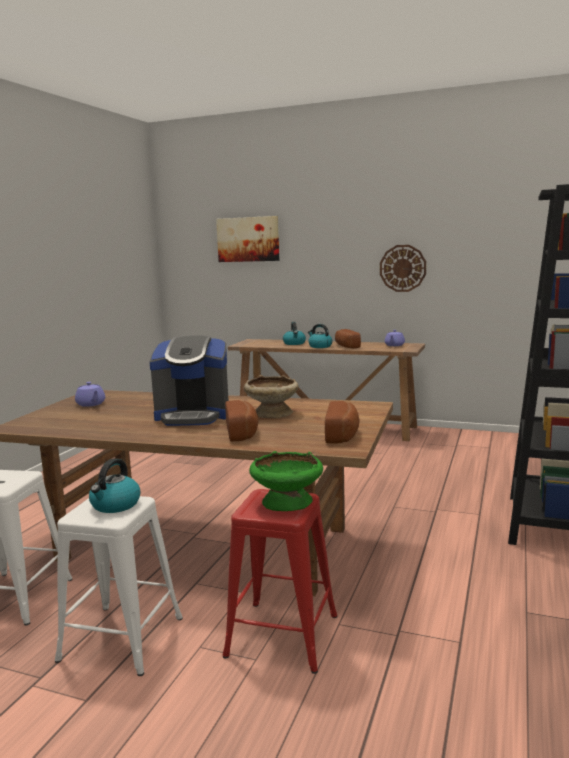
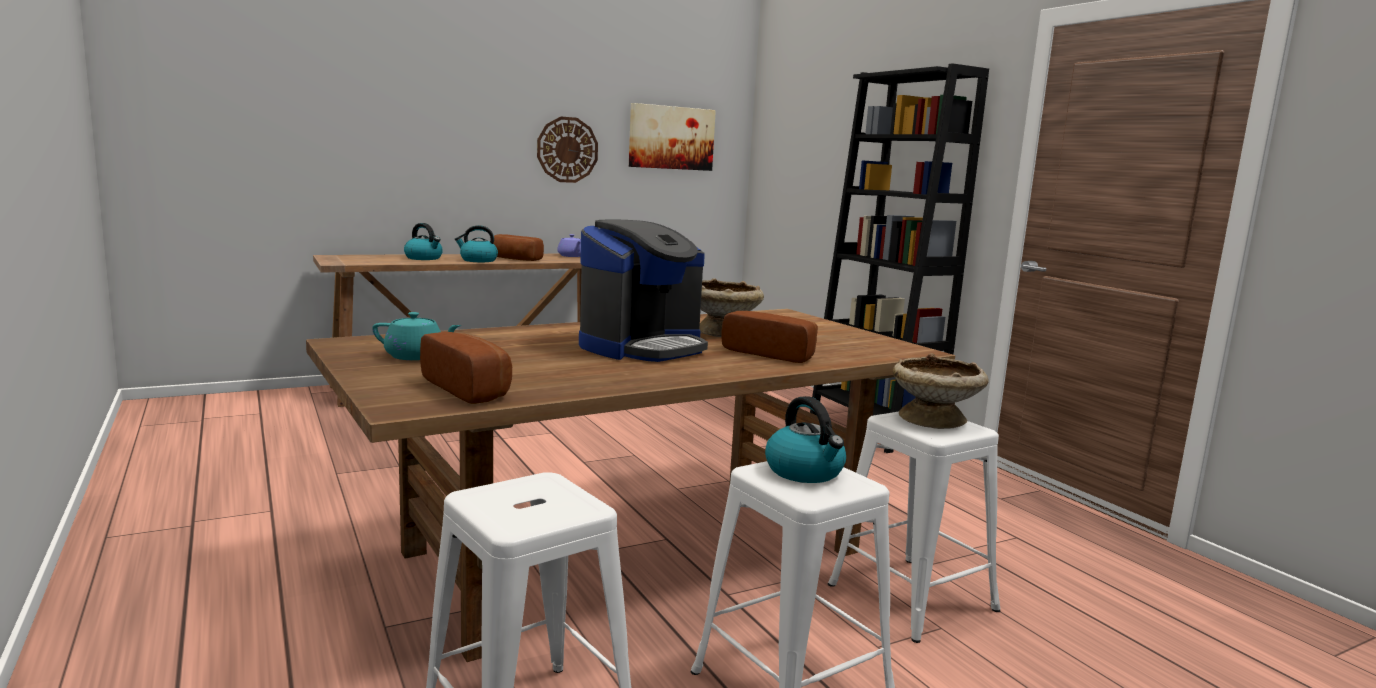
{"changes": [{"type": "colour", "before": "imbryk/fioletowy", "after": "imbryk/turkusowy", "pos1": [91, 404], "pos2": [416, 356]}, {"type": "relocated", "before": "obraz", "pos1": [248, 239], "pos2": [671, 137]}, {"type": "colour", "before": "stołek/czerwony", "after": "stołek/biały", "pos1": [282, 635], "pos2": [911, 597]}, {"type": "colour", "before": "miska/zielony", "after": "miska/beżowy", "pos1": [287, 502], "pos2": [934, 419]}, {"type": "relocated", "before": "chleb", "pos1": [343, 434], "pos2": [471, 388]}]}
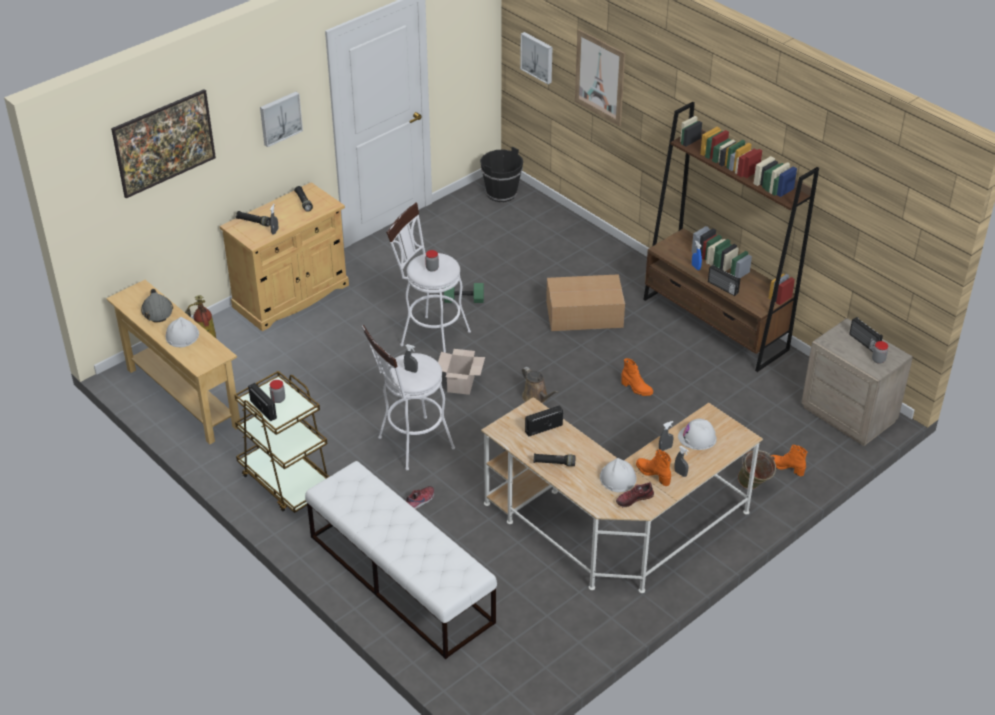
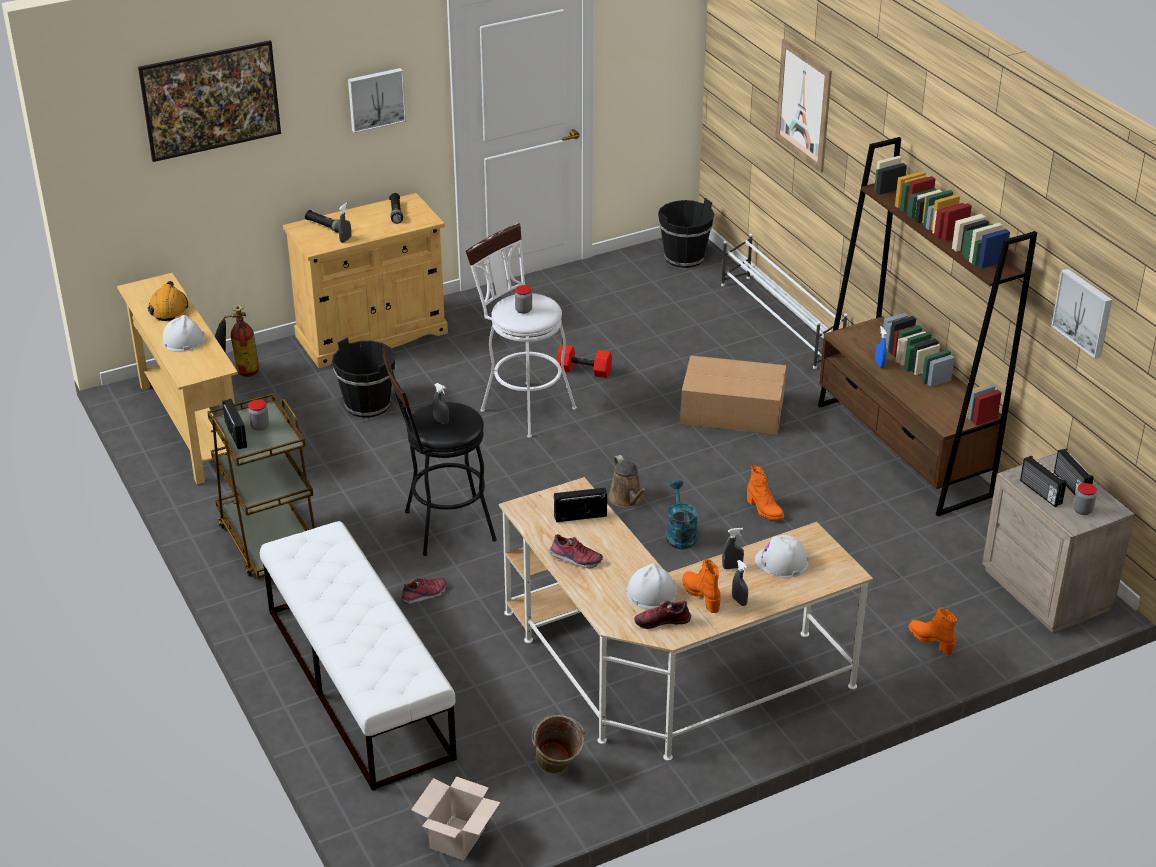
{"changes": [{"type": "colour", "before": "kask/szary", "after": "kask/pomarańczowy", "pos1": [157, 311], "pos2": [168, 308]}, {"type": "colour", "before": "stołek/biały", "after": "stołek/czarny", "pos1": [410, 445], "pos2": [441, 527]}, {"type": "relocated", "before": "karton", "pos1": [461, 385], "pos2": [457, 839]}, {"type": "colour", "before": "hantel/zielony", "after": "hantel/czerwony", "pos1": [464, 299], "pos2": [584, 370]}, {"type": "relocated", "before": "obraz", "pos1": [538, 57], "pos2": [1084, 312]}, {"type": "exchanged", "before": "latarka/czarny", "after": "but", "pos1": [554, 463], "pos2": [575, 559]}, {"type": "relocated", "before": "radio", "pos1": [722, 287], "pos2": [1040, 492]}, {"type": "relocated", "before": "wiadro/zielony", "pos1": [754, 487], "pos2": [557, 771]}, {"type": "appeared", "after": "wiadro/czarny", "pos2": [368, 405]}, {"type": "appeared", "after": "konewka/turkusowy", "pos2": [680, 534]}, {"type": "appeared", "after": "regał na buty/biały", "pos2": [780, 322]}]}
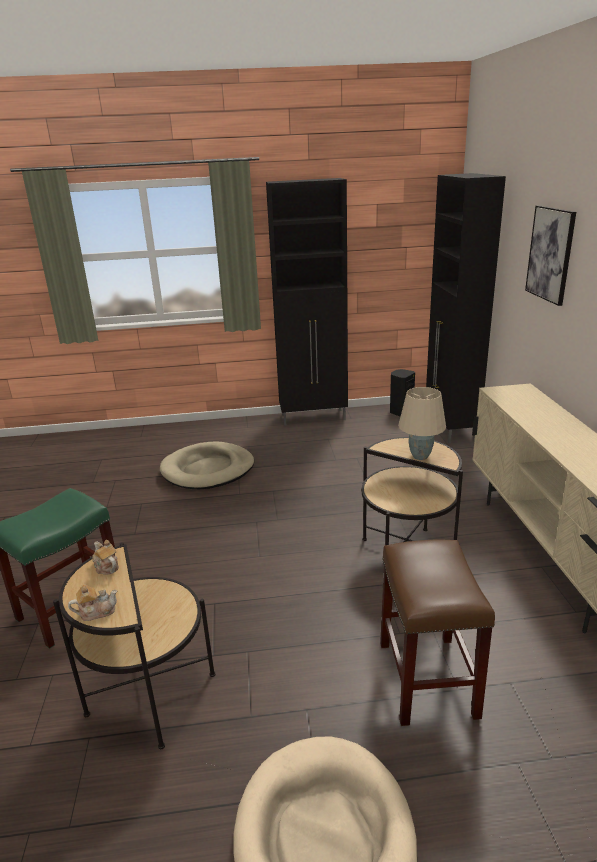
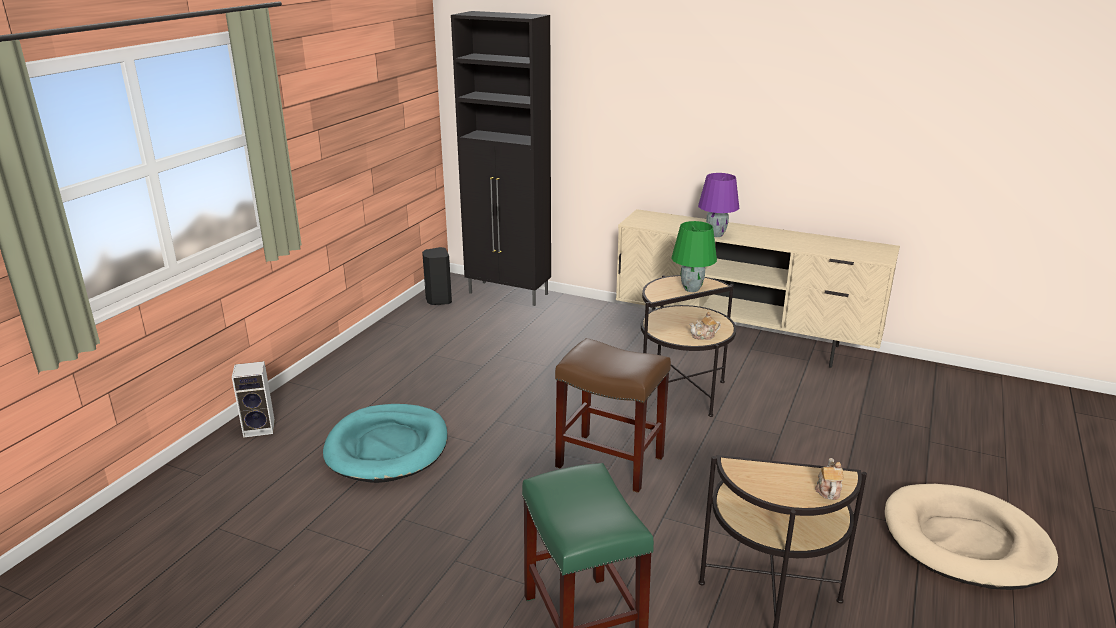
{"changes": [{"type": "relocated", "before": "imbryk", "pos1": [106, 567], "pos2": [704, 336]}, {"type": "colour", "before": "legowisko/beżowy", "after": "legowisko/turkusowy", "pos1": [208, 469], "pos2": [387, 447]}, {"type": "missing", "before": "szafka/czarny", "pos1": [314, 417]}, {"type": "relocated", "before": "stołek/brązowy", "pos1": [426, 678], "pos2": [608, 462]}, {"type": "colour", "before": "lampa stołowa/beżowy", "after": "lampa stołowa/zielony", "pos1": [419, 456], "pos2": [691, 289]}, {"type": "missing", "before": "obraz", "pos1": [550, 254]}, {"type": "appeared", "after": "głośnik", "pos2": [260, 428]}, {"type": "appeared", "after": "lampa stołowa/fioletowy", "pos2": [715, 235]}]}
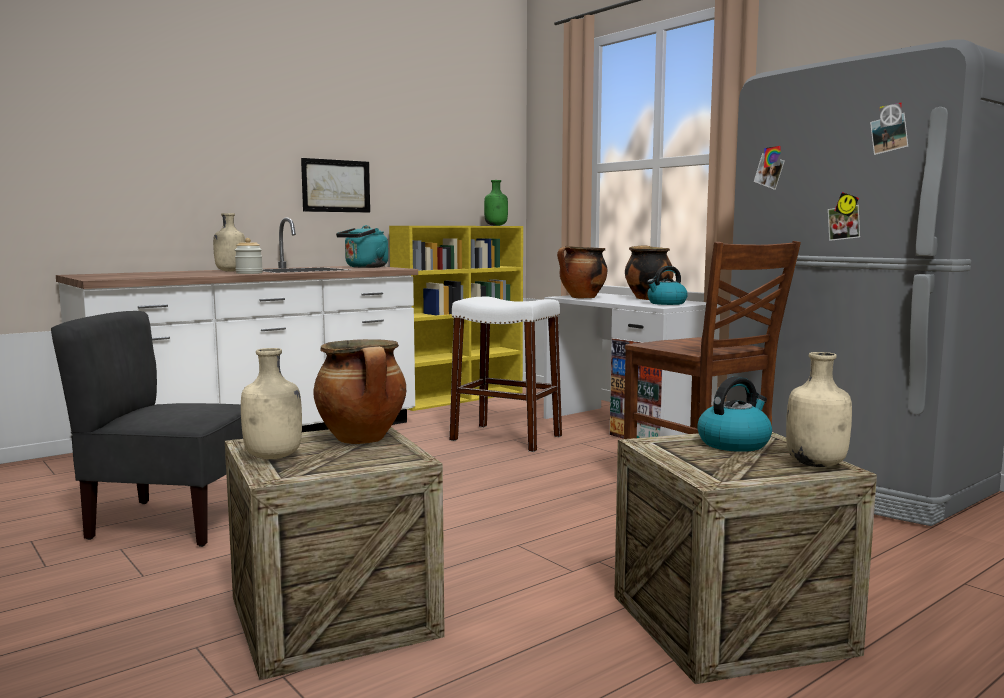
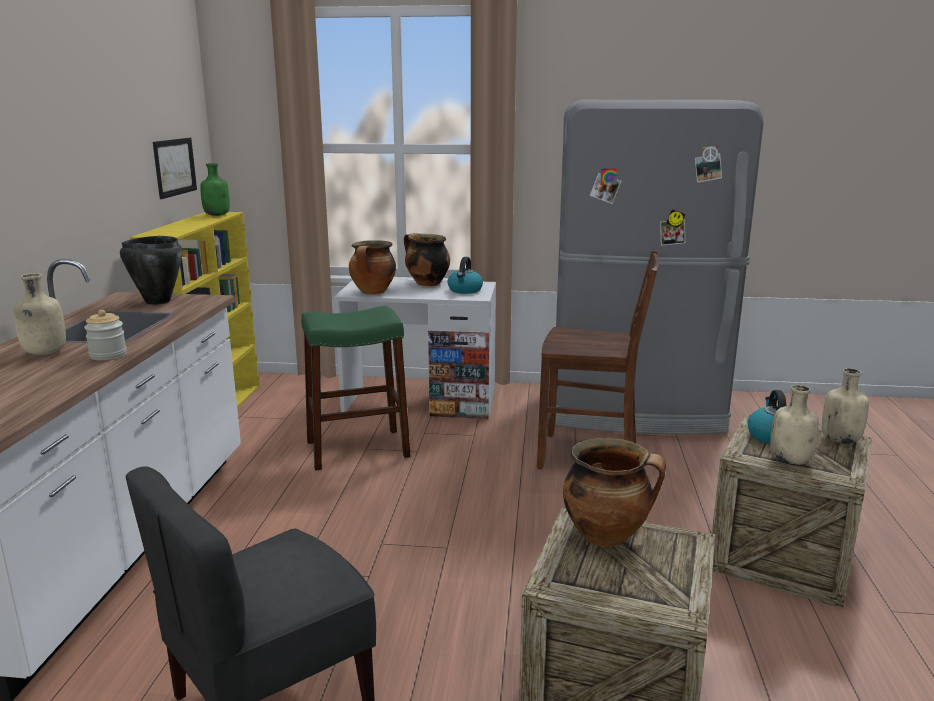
{"changes": [{"type": "relocated", "before": "butelka/beżowy", "pos1": [274, 457], "pos2": [790, 461]}, {"type": "relocated", "before": "obraz", "pos1": [336, 186], "pos2": [174, 167]}, {"type": "exchanged", "before": "czajnik/turkusowy", "after": "garnek/czarny", "pos1": [364, 267], "pos2": [157, 301]}, {"type": "colour", "before": "stołek/biały", "after": "stołek/zielony", "pos1": [506, 438], "pos2": [357, 449]}]}
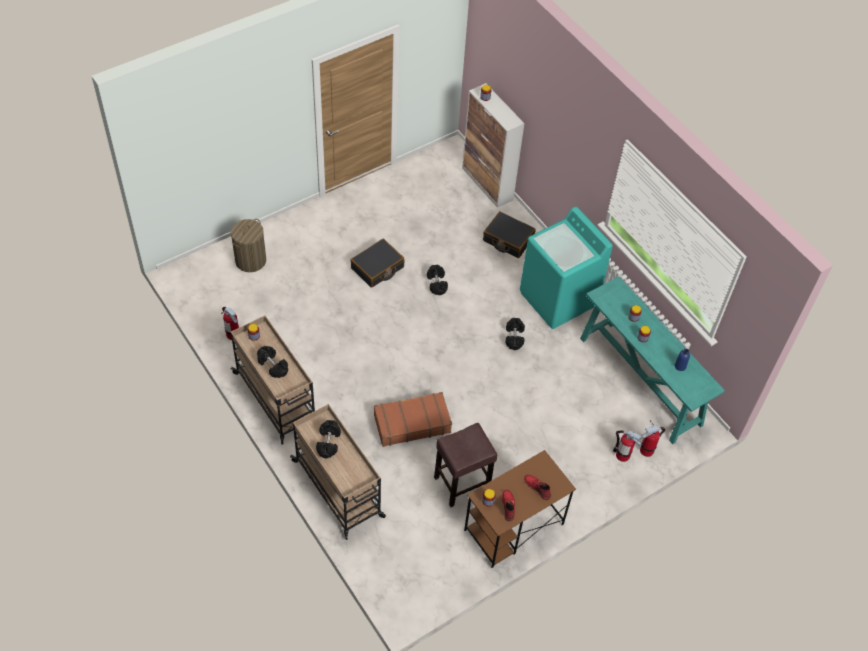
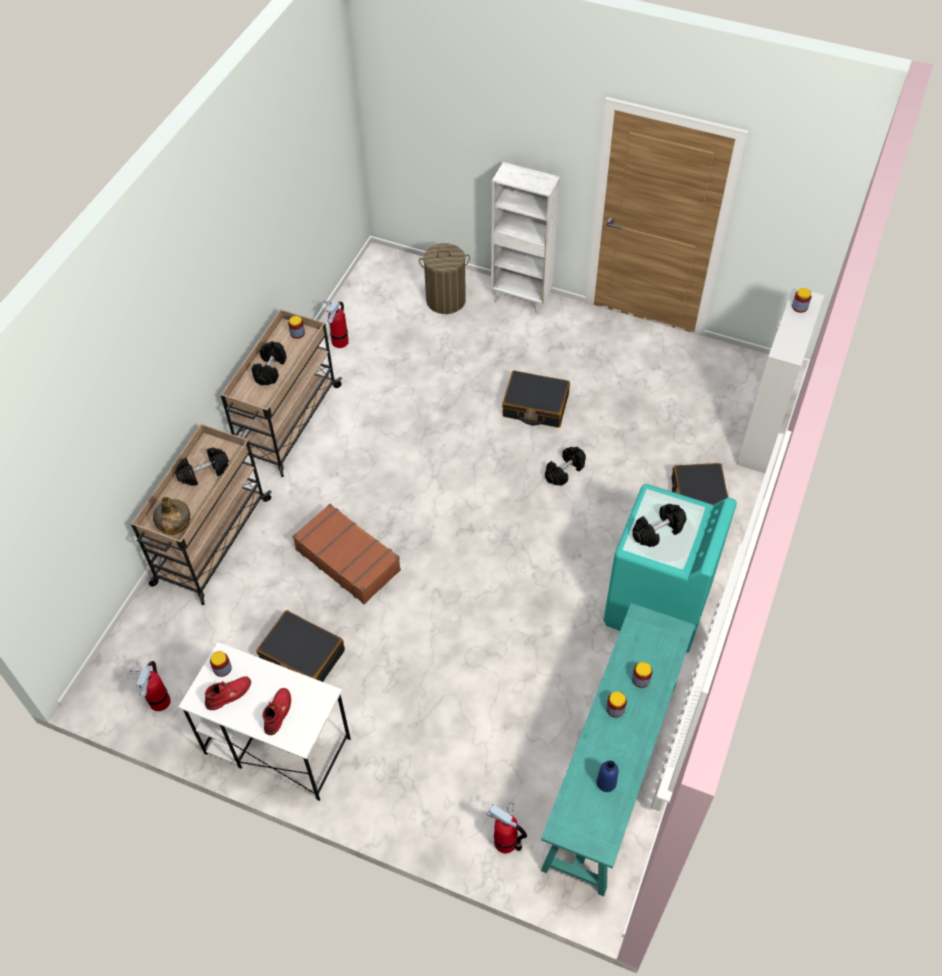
{"changes": [{"type": "exchanged", "before": "stołek/brązowy", "after": "walizka/czarny", "pos1": [462, 483], "pos2": [302, 656]}, {"type": "colour", "before": "biurko/brązowy", "after": "biurko/biały", "pos1": [513, 527], "pos2": [276, 745]}, {"type": "relocated", "before": "hantel/czarny", "pos1": [514, 338], "pos2": [658, 531]}, {"type": "relocated", "before": "gaśnica", "pos1": [622, 455], "pos2": [159, 701]}, {"type": "appeared", "after": "butelka/zielony", "pos2": [174, 524]}, {"type": "appeared", "after": "regał/biały", "pos2": [521, 298]}]}
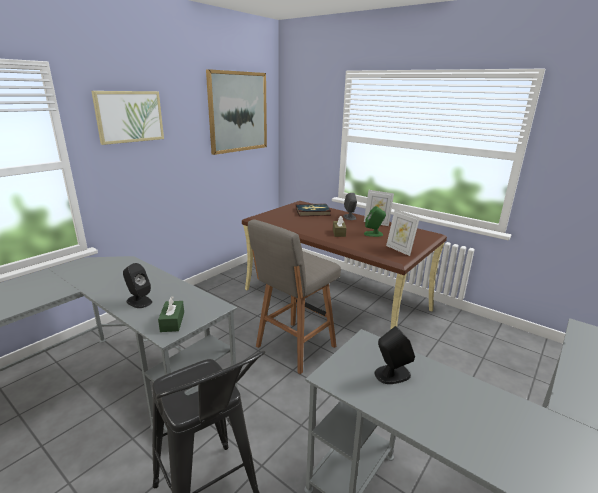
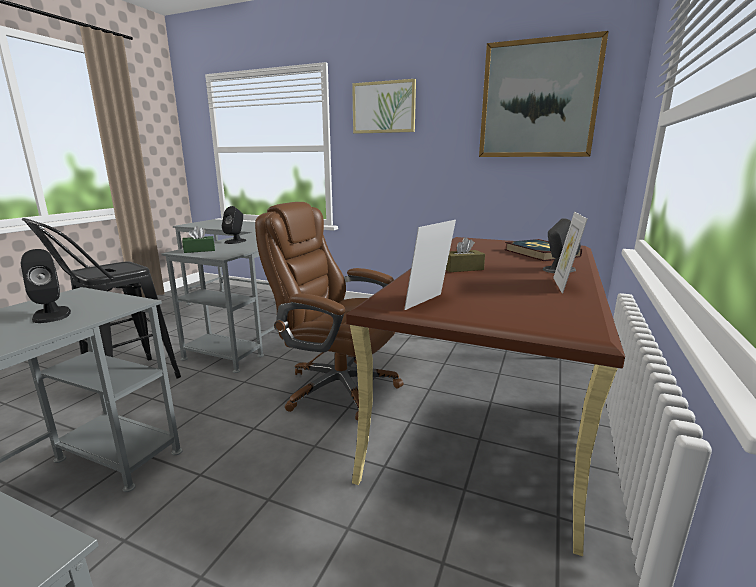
{"changes": [{"type": "exchanged", "before": "stołek/szary", "after": "krzesło biurowe/brązowy", "pos1": [294, 347], "pos2": [338, 388]}, {"type": "missing", "before": "głośnik/zielony", "pos1": [373, 234]}]}
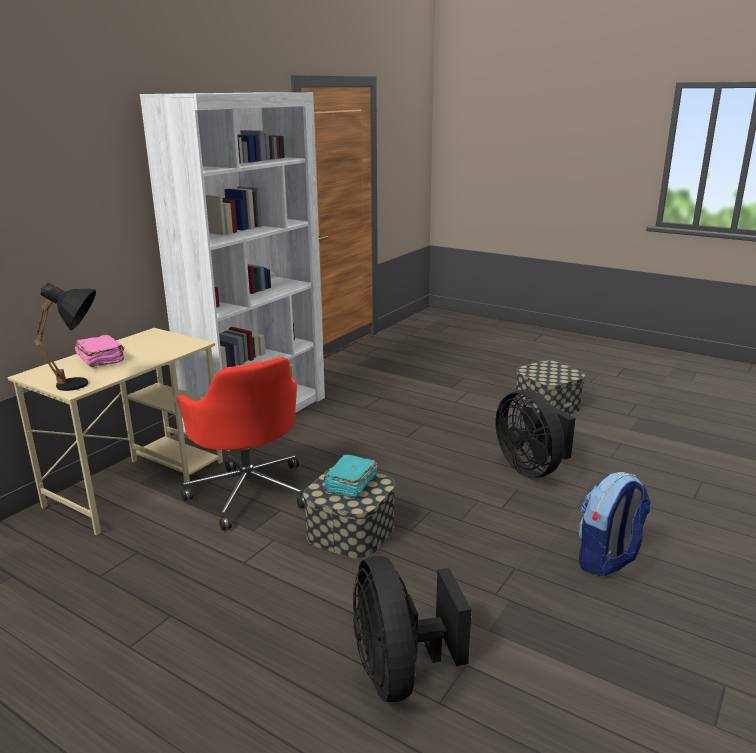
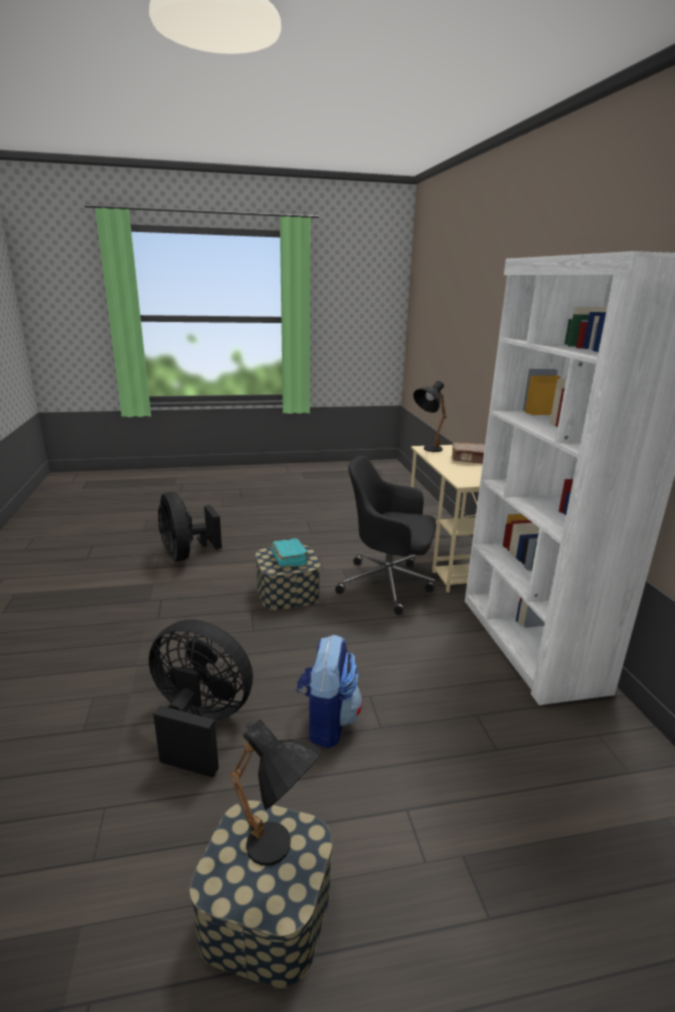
{"changes": [{"type": "colour", "before": "książka/różowy", "after": "książka/brązowy", "pos1": [101, 360], "pos2": [469, 460]}, {"type": "colour", "before": "krzesło biurowe/czerwony", "after": "krzesło biurowe/czarny", "pos1": [249, 491], "pos2": [388, 584]}, {"type": "spun", "before": "wentylator/czarny", "pos1": [399, 672], "pos2": [186, 555], "turn": -150}, {"type": "relocated", "before": "plecak", "pos1": [608, 560], "pos2": [327, 721]}, {"type": "appeared", "after": "lampa stołowa/czarny", "pos2": [279, 856]}]}
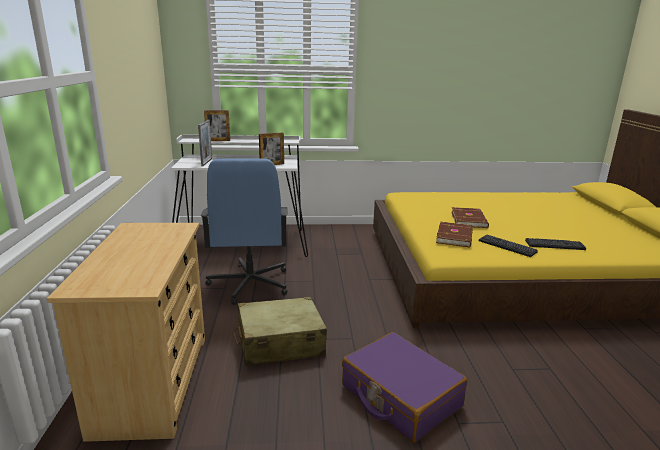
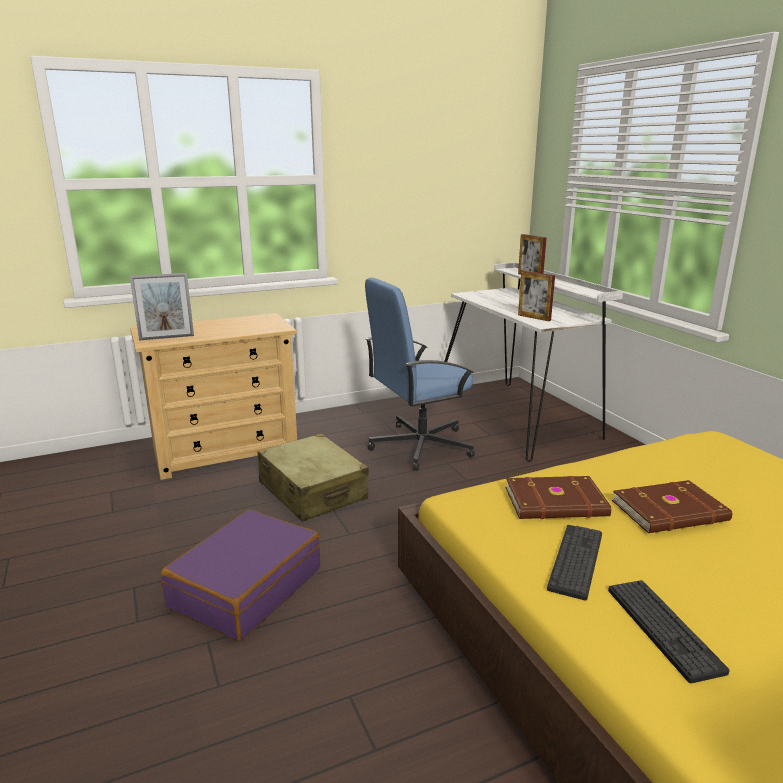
{"changes": [{"type": "relocated", "before": "ramka na zdjęcie", "pos1": [207, 162], "pos2": [166, 337]}]}
